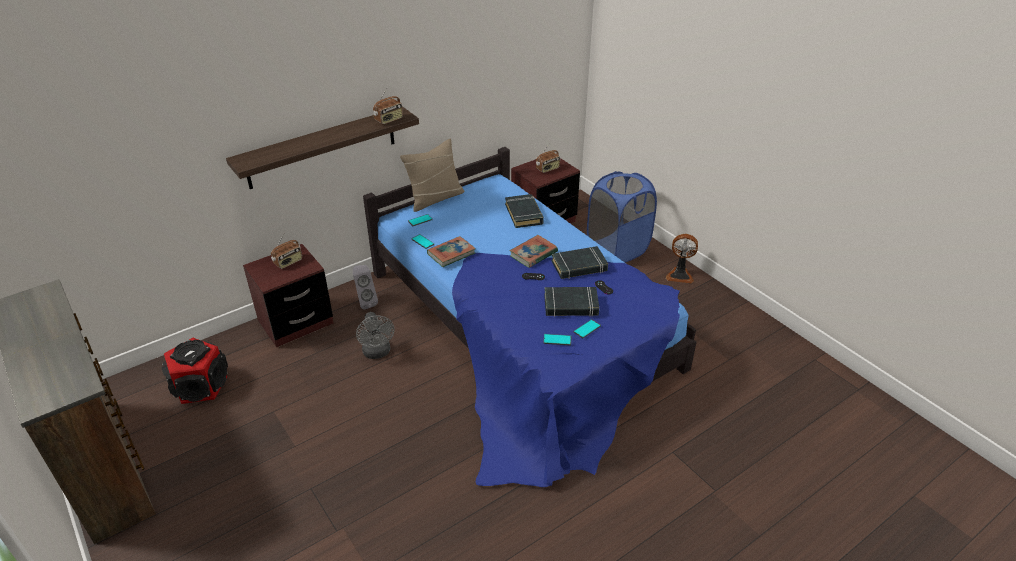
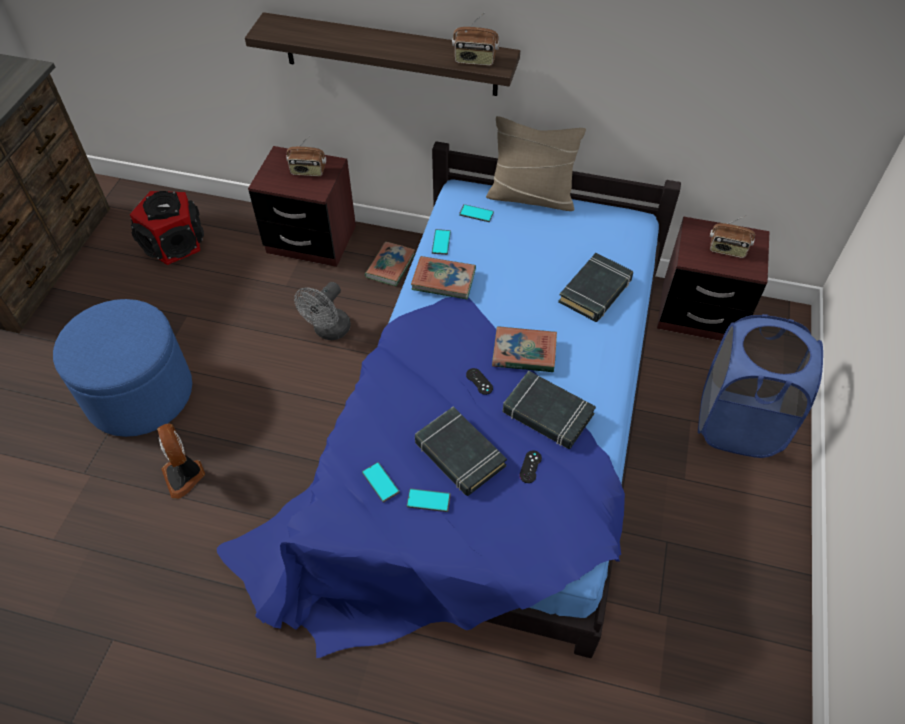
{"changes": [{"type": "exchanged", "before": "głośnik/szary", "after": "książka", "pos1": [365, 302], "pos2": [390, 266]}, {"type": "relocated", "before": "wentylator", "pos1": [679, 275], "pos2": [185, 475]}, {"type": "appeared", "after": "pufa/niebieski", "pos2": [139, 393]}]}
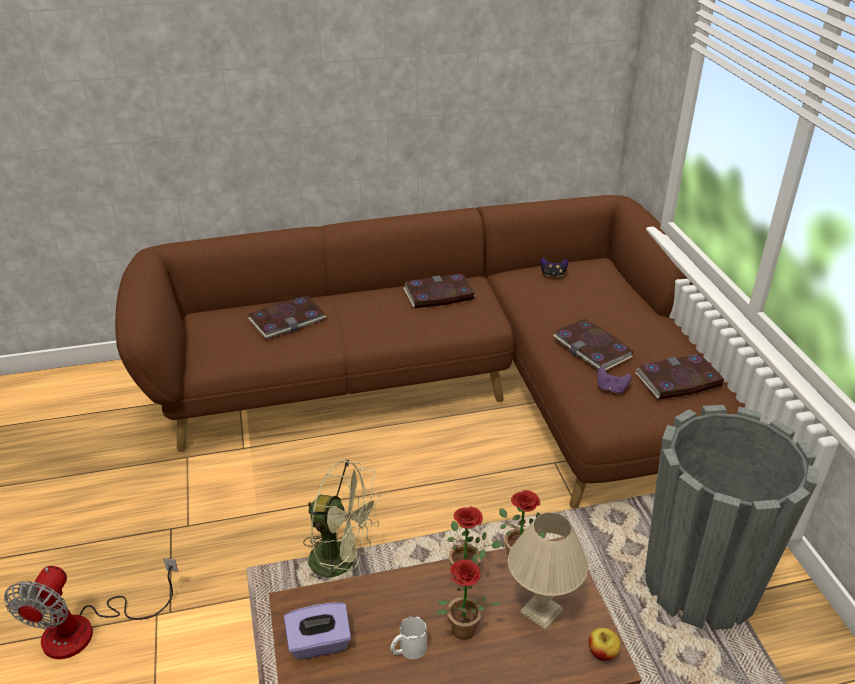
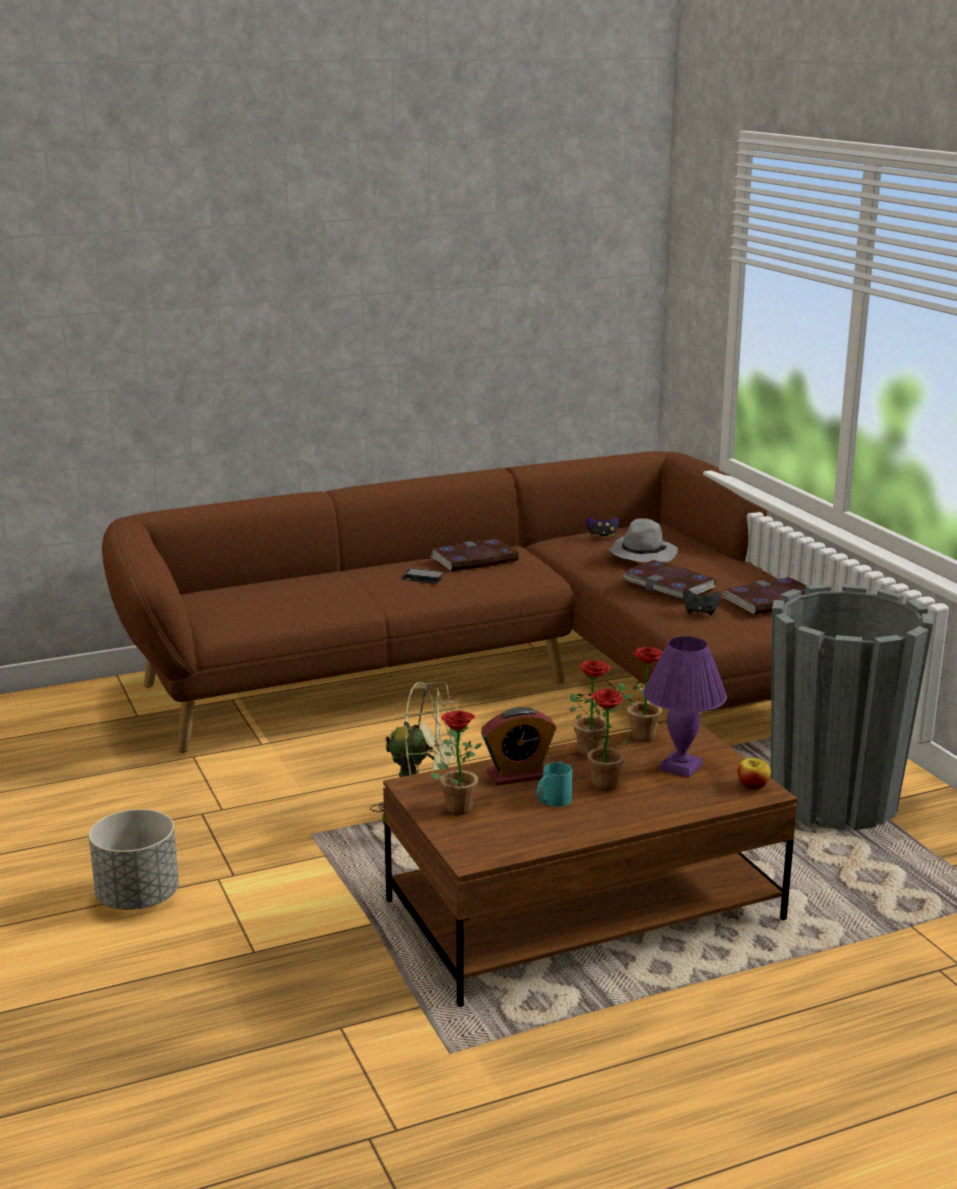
{"changes": [{"type": "exchanged", "before": "wentylator", "after": "donica/szary", "pos1": [87, 629], "pos2": [138, 897]}, {"type": "missing", "before": "książka", "pos1": [287, 320]}, {"type": "exchanged", "before": "pudełko chusteczek/fioletowy", "after": "roślina doniczkowa", "pos1": [319, 644], "pos2": [456, 806]}, {"type": "colour", "before": "kubek/biały", "after": "kubek/turkusowy", "pos1": [408, 650], "pos2": [552, 801]}, {"type": "colour", "before": "lampa stołowa/beżowy", "after": "lampa stołowa/fioletowy", "pos1": [540, 611], "pos2": [679, 766]}, {"type": "colour", "before": "pad do gier/fioletowy", "after": "pad do gier/czarny", "pos1": [611, 389], "pos2": [700, 612]}, {"type": "appeared", "after": "telefon", "pos2": [423, 577]}, {"type": "appeared", "after": "budzik", "pos2": [518, 775]}, {"type": "appeared", "after": "kapelusz/szary", "pos2": [642, 554]}]}
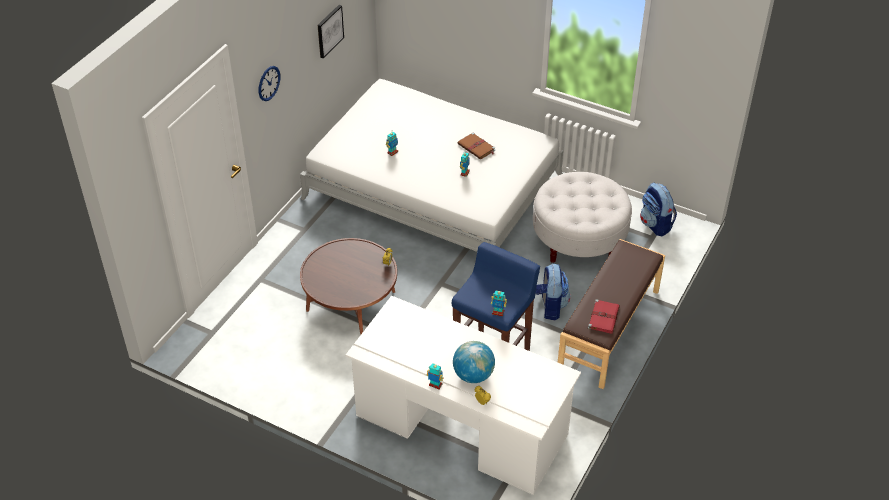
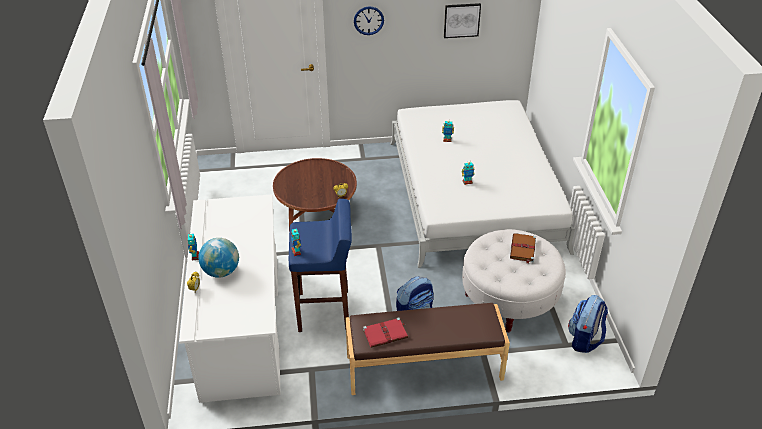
{"changes": [{"type": "relocated", "before": "książka/brązowy", "pos1": [476, 147], "pos2": [523, 249]}]}
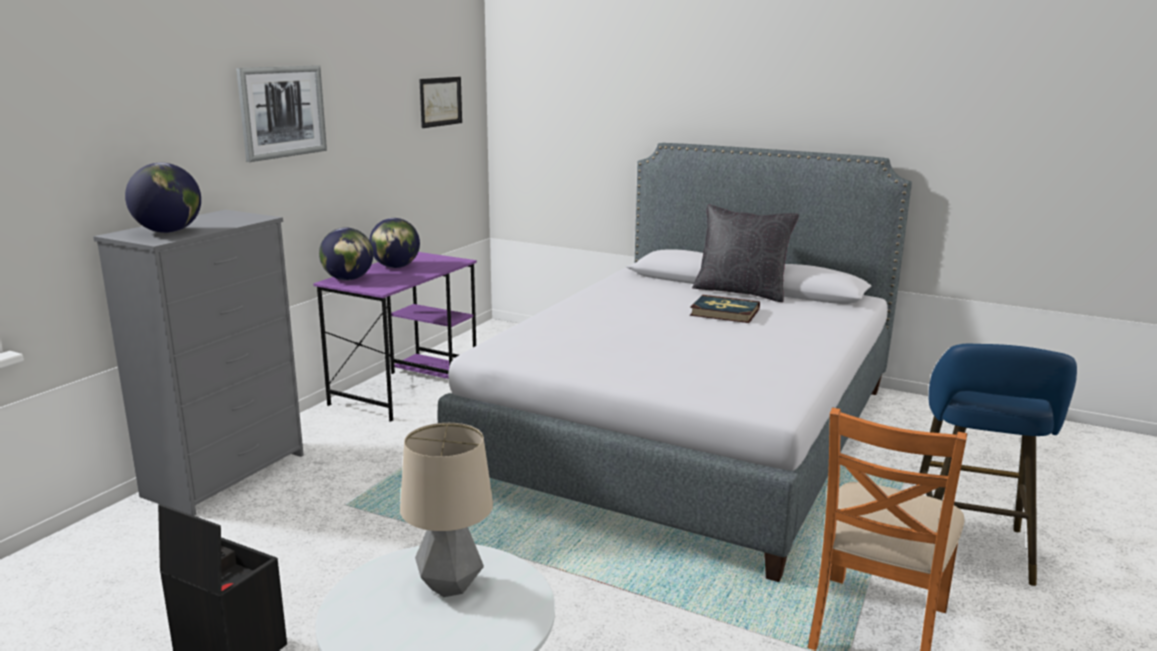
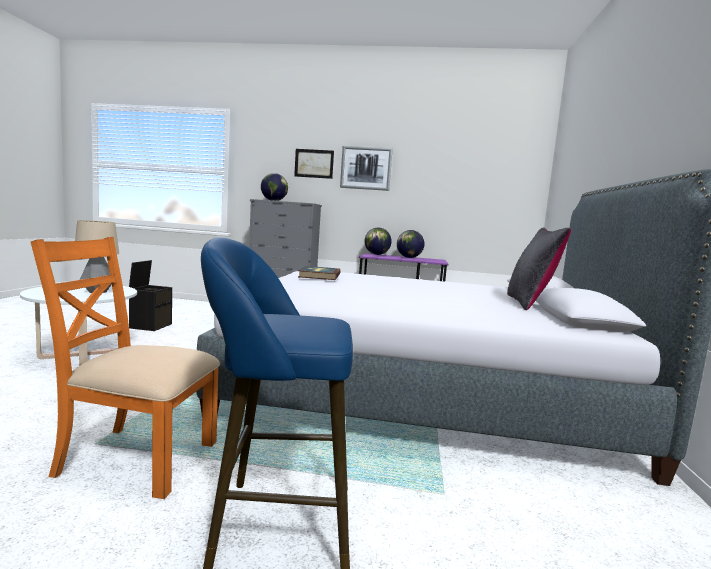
{"changes": [{"type": "relocated", "before": "obraz", "pos1": [440, 101], "pos2": [314, 163]}, {"type": "relocated", "before": "książka", "pos1": [724, 312], "pos2": [319, 275]}]}
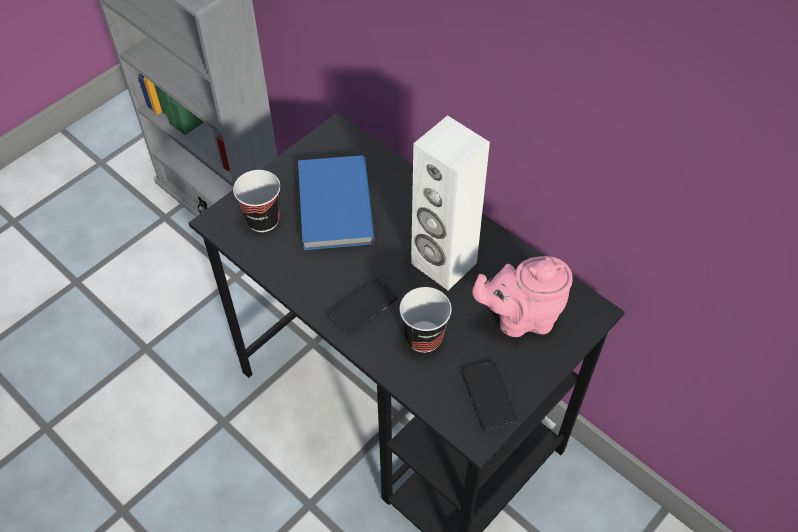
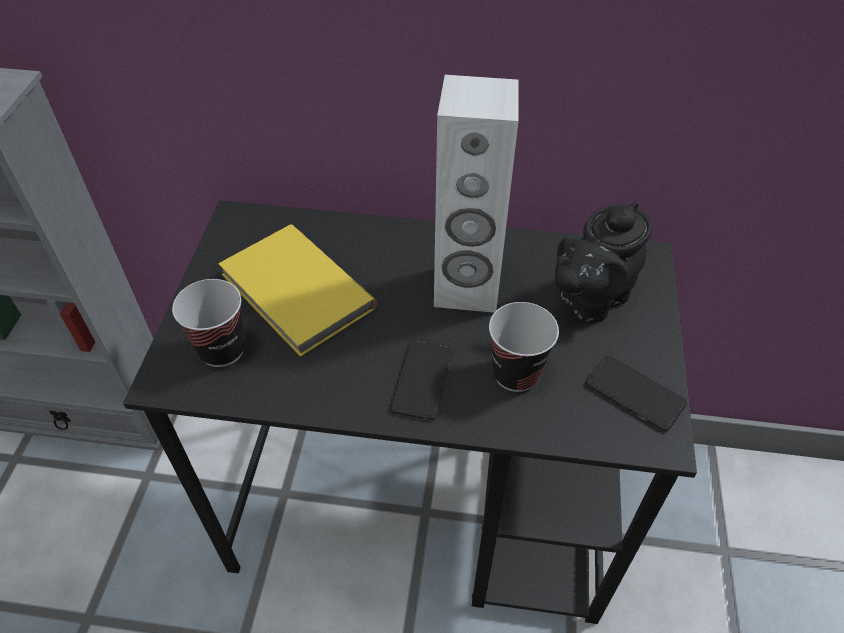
{"changes": [{"type": "colour", "before": "książka/niebieski", "after": "książka/żółty", "pos1": [332, 206], "pos2": [295, 294]}, {"type": "colour", "before": "imbryk/różowy", "after": "imbryk/czarny", "pos1": [520, 318], "pos2": [589, 299]}]}
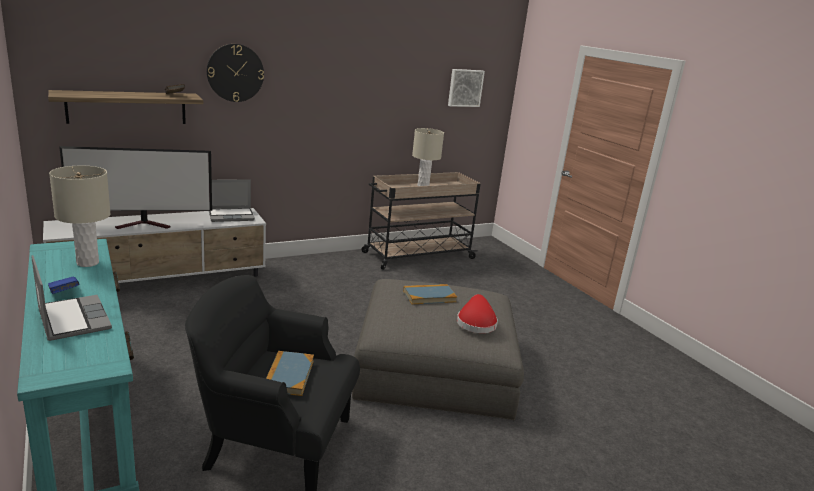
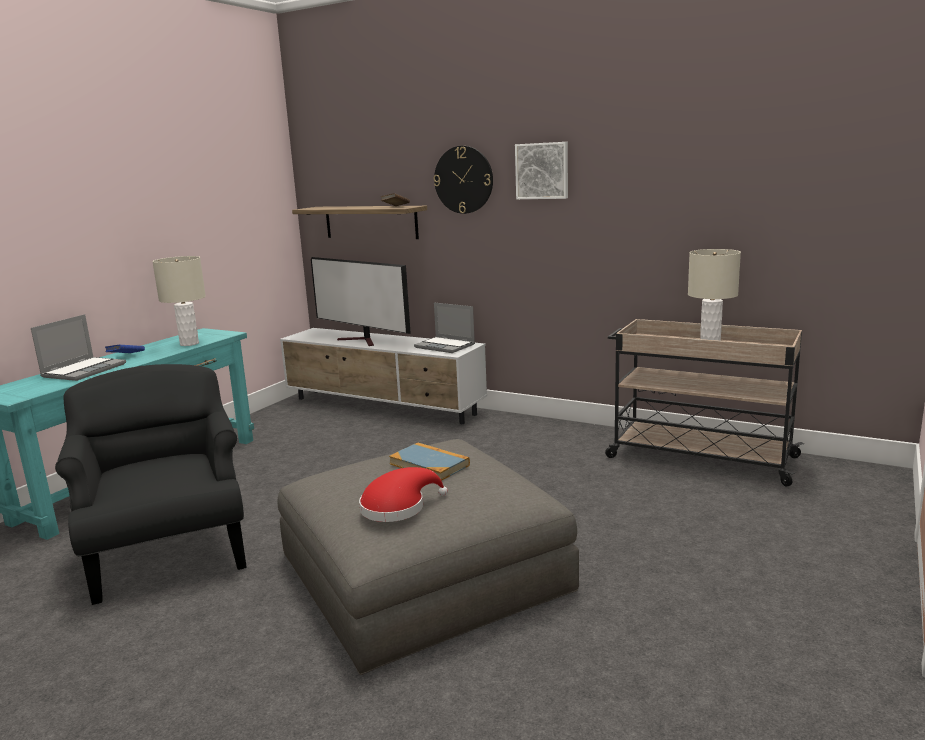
{"changes": [{"type": "missing", "before": "książka", "pos1": [289, 375]}, {"type": "relocated", "before": "obraz", "pos1": [465, 88], "pos2": [542, 171]}]}
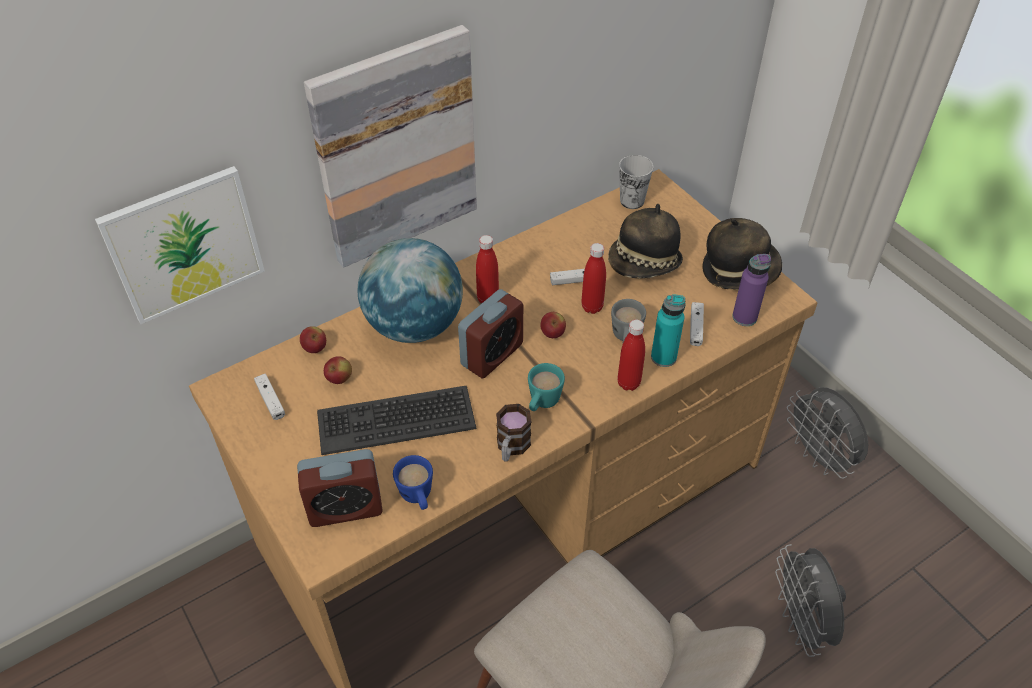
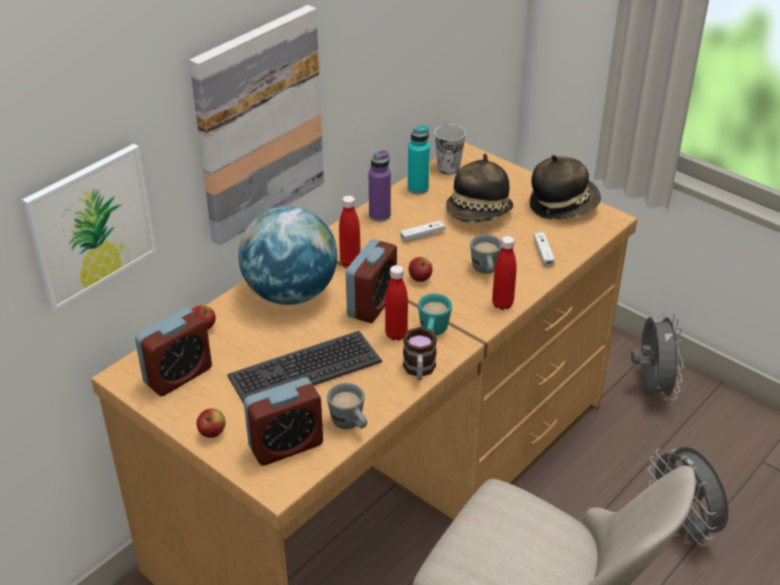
{"changes": [{"type": "exchanged", "before": "pad do gier/biały", "after": "budzik", "pos1": [270, 400], "pos2": [178, 375]}, {"type": "relocated", "before": "jabłko", "pos1": [339, 379], "pos2": [212, 433]}, {"type": "colour", "before": "kubek/niebieski", "after": "kubek/szary", "pos1": [418, 498], "pos2": [350, 425]}, {"type": "relocated", "before": "butelka/czerwony", "pos1": [592, 307], "pos2": [396, 334]}, {"type": "relocated", "before": "butelka/turkusowy", "pos1": [663, 357], "pos2": [418, 188]}, {"type": "relocated", "before": "butelka/fioletowy", "pos1": [744, 317], "pos2": [379, 215]}, {"type": "spun", "before": "wentylator/szary", "pos1": [819, 456], "pos2": [651, 388], "turn": -135}]}
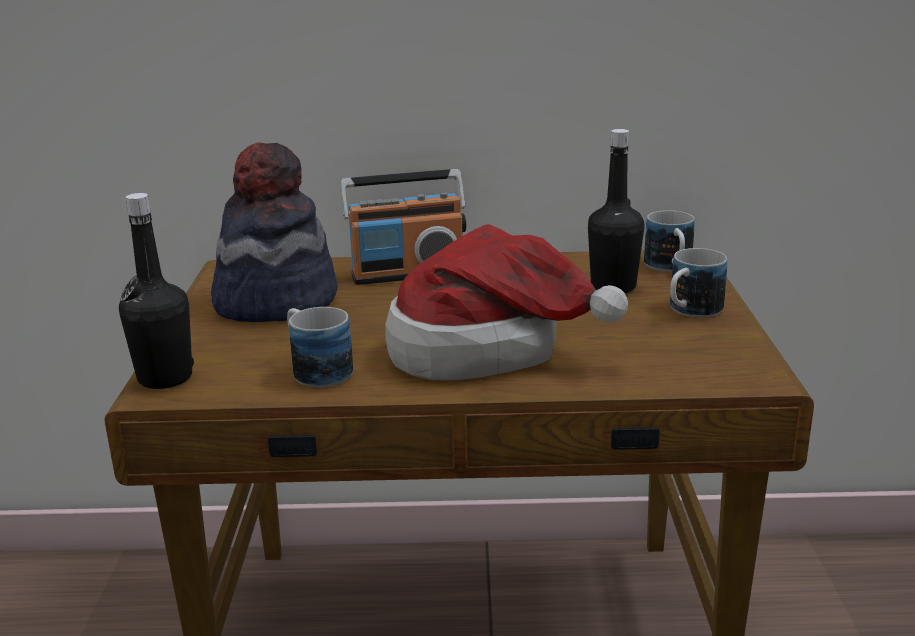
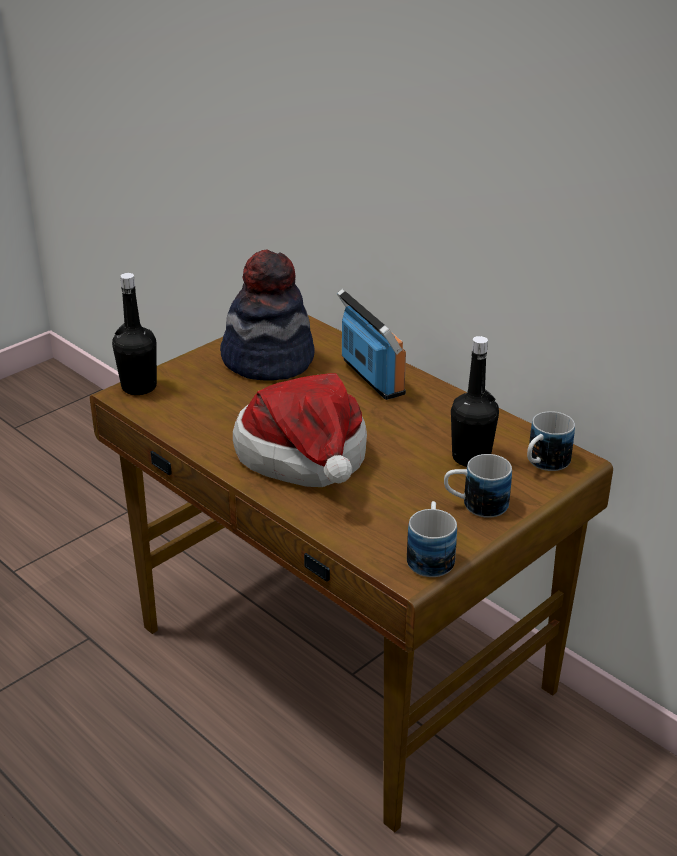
{"changes": [{"type": "relocated", "before": "kubek", "pos1": [315, 370], "pos2": [431, 555]}, {"type": "spun", "before": "radio", "pos1": [407, 274], "pos2": [372, 377], "turn": -150}]}
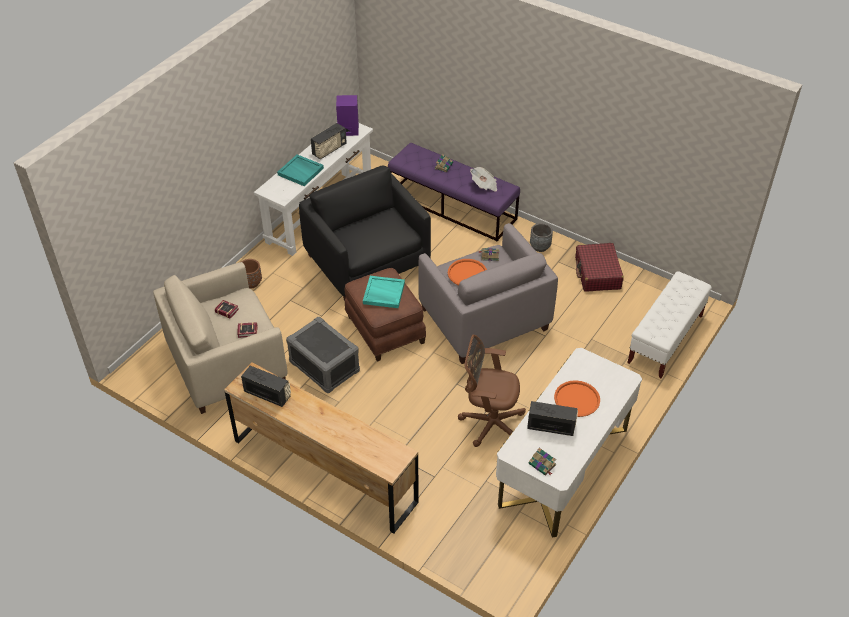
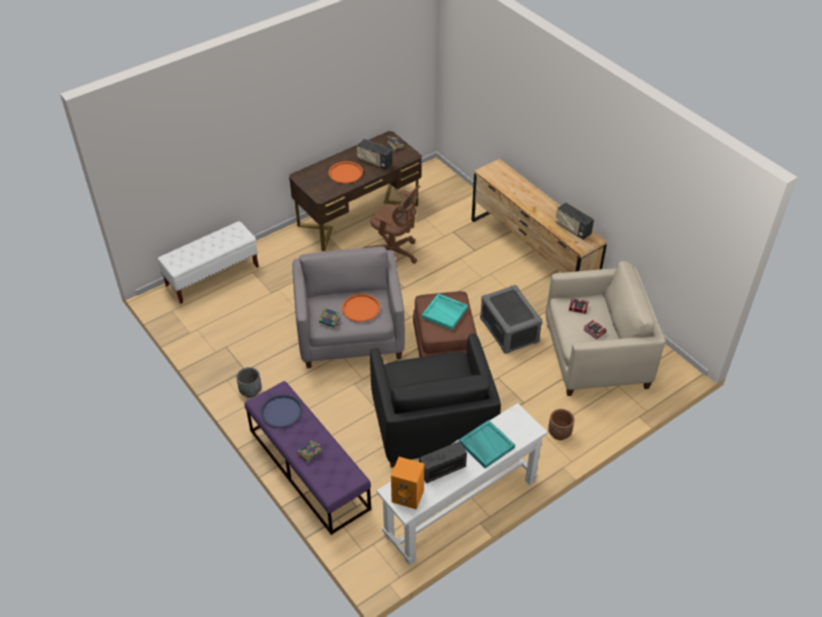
{"changes": [{"type": "colour", "before": "głośnik/fioletowy", "after": "głośnik/pomarańczowy", "pos1": [347, 130], "pos2": [408, 496]}, {"type": "exchanged", "before": "gazeta", "after": "taca/niebieski", "pos1": [484, 185], "pos2": [281, 412]}, {"type": "colour", "before": "biurko/biały", "after": "biurko/brązowy", "pos1": [563, 466], "pos2": [358, 215]}, {"type": "missing", "before": "walizka/czerwony", "pos1": [597, 273]}]}
